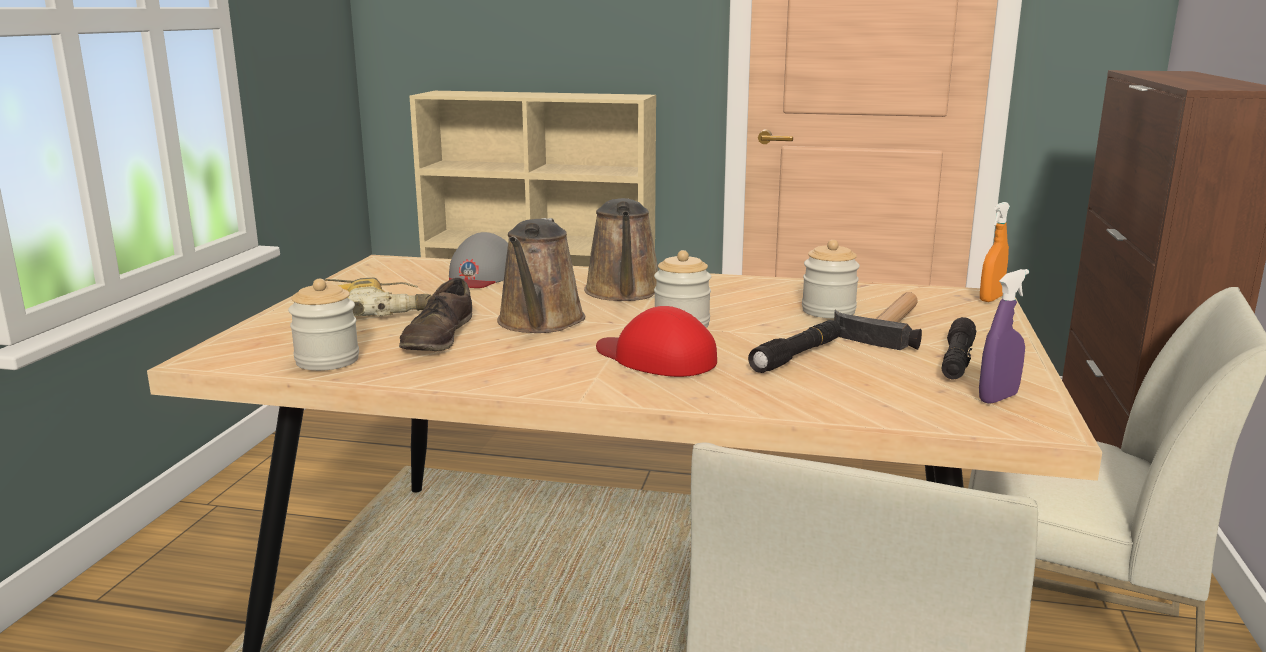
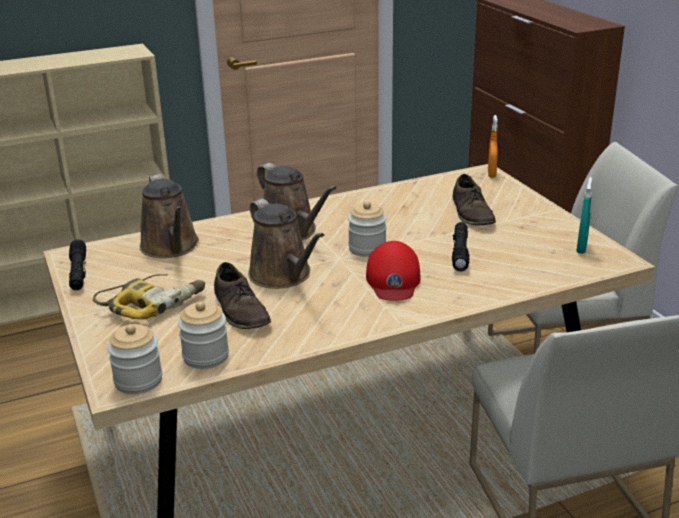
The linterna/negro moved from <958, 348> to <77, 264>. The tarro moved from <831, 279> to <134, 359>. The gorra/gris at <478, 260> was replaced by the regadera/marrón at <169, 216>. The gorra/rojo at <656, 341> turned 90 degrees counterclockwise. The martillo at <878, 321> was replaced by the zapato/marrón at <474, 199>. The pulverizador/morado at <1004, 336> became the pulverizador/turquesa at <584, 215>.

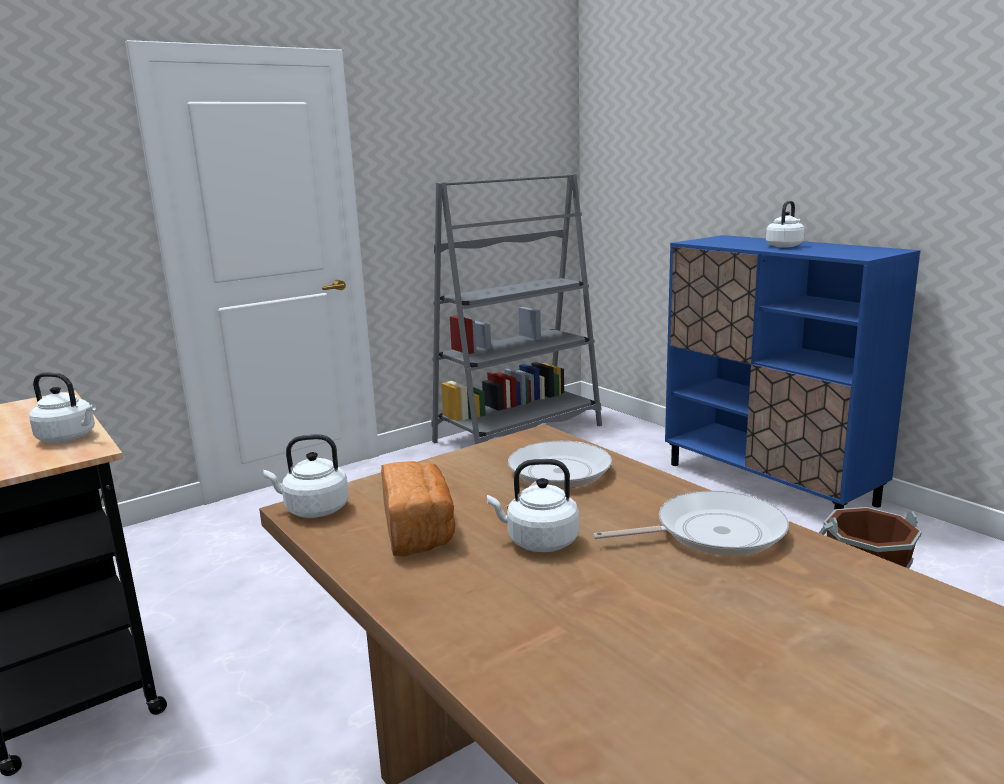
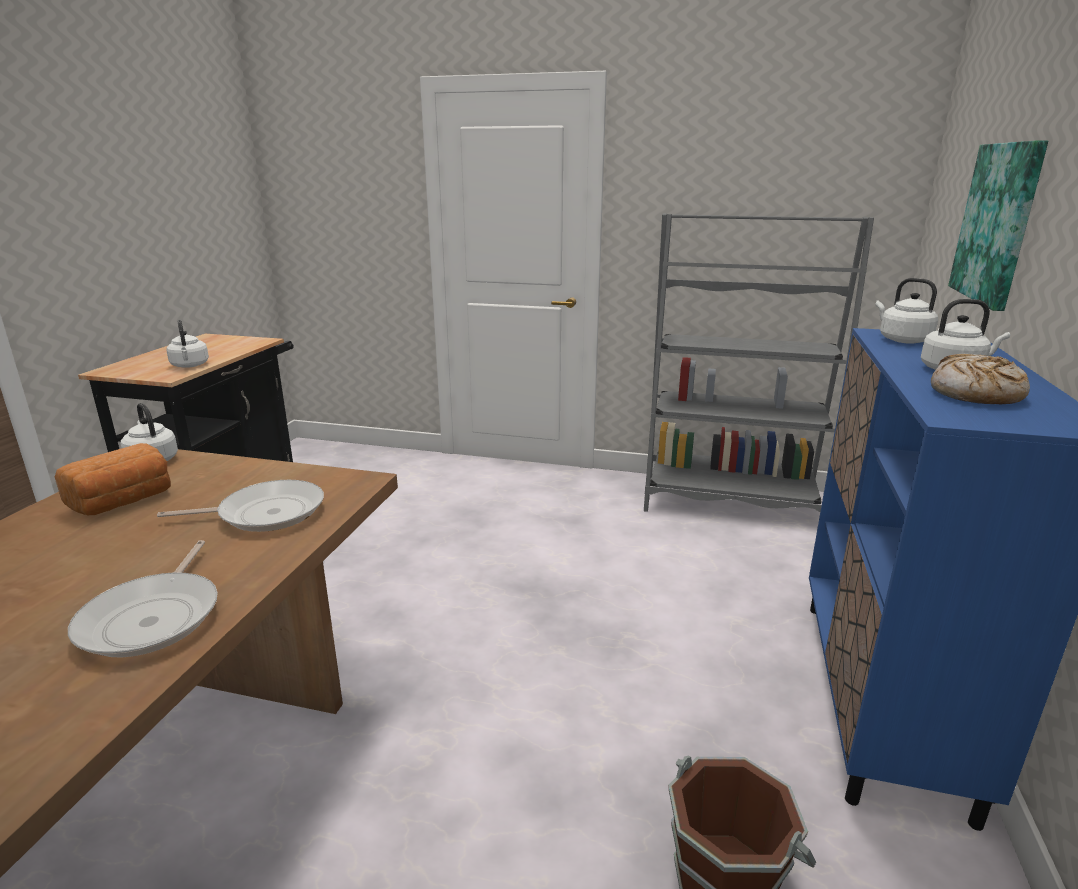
The sartén at <691, 523> turned 45 degrees clockwise. The hervidor/blanco moved from <533, 505> to <907, 311>. The pan at <980, 379> appeared. The cuadro at <998, 226> appeared.

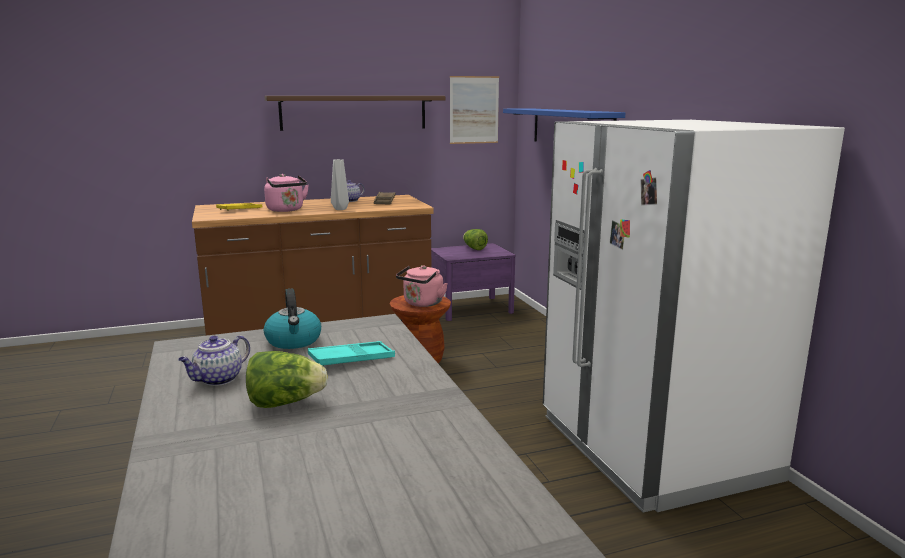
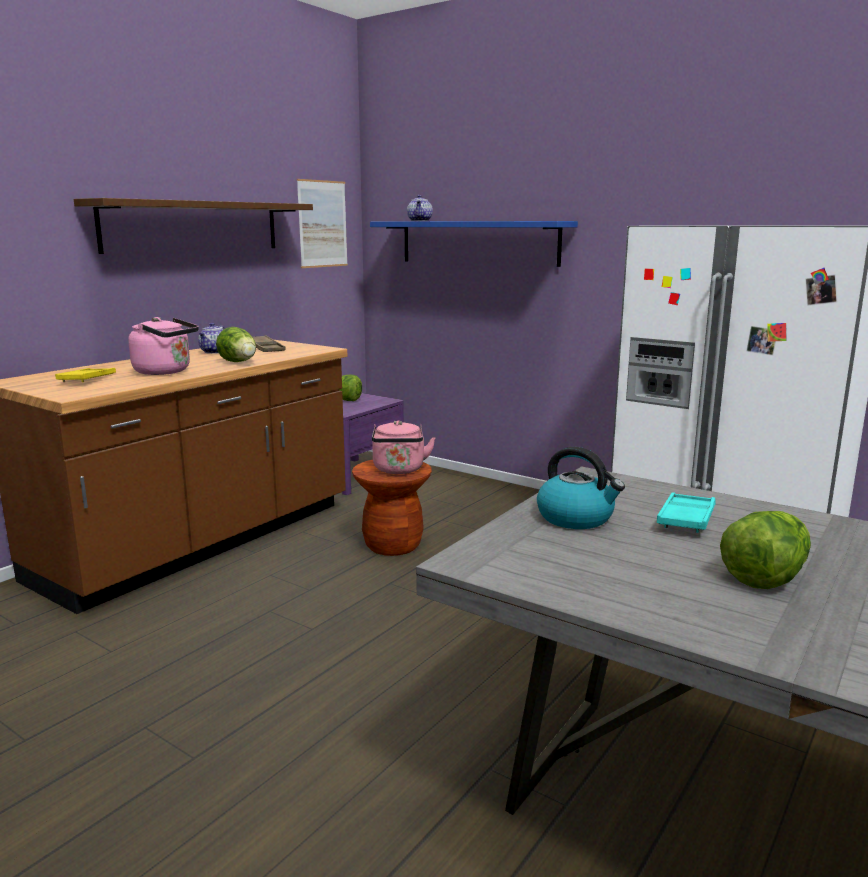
The florero/gris at <340, 184> was replaced by the lechuga at <236, 344>. The tetera moved from <214, 360> to <420, 208>.

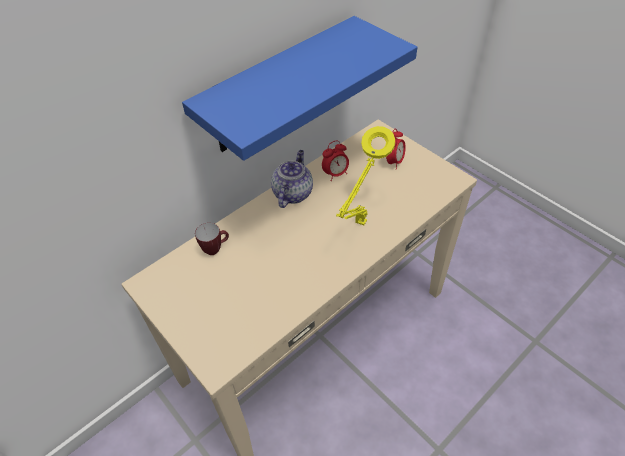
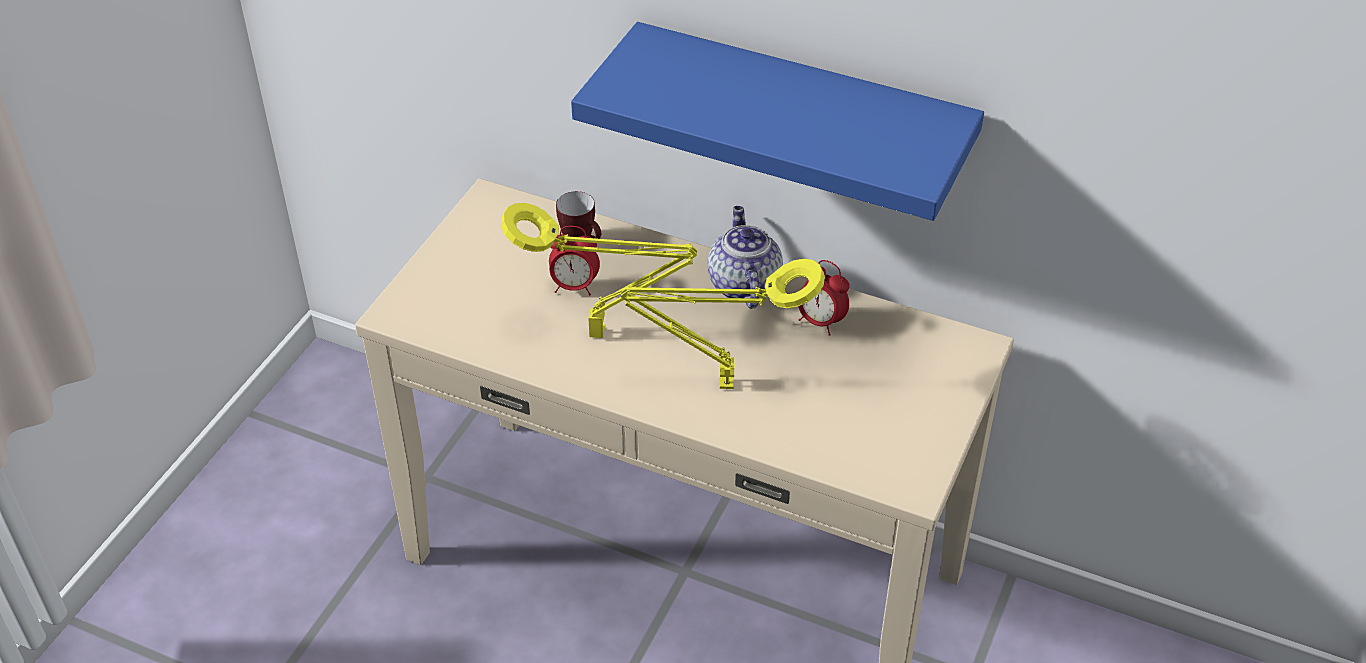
The lámpara de mesa/amarillo at <599, 270> appeared. The despertador moved from <396, 149> to <574, 260>. The tetera at <292, 179> turned 90 degrees counterclockwise.

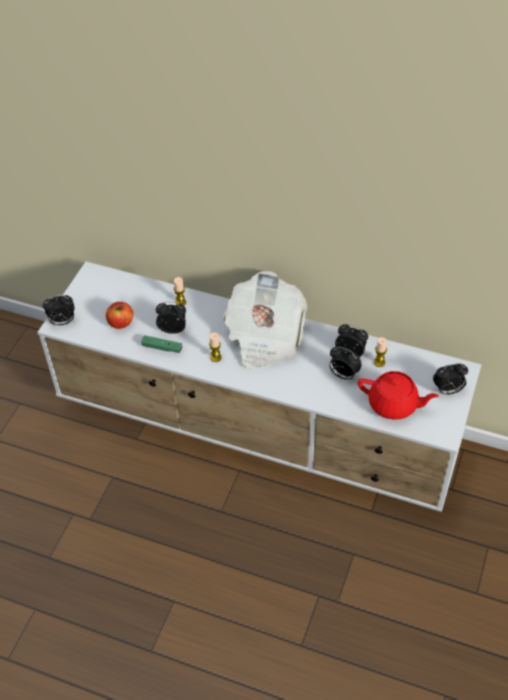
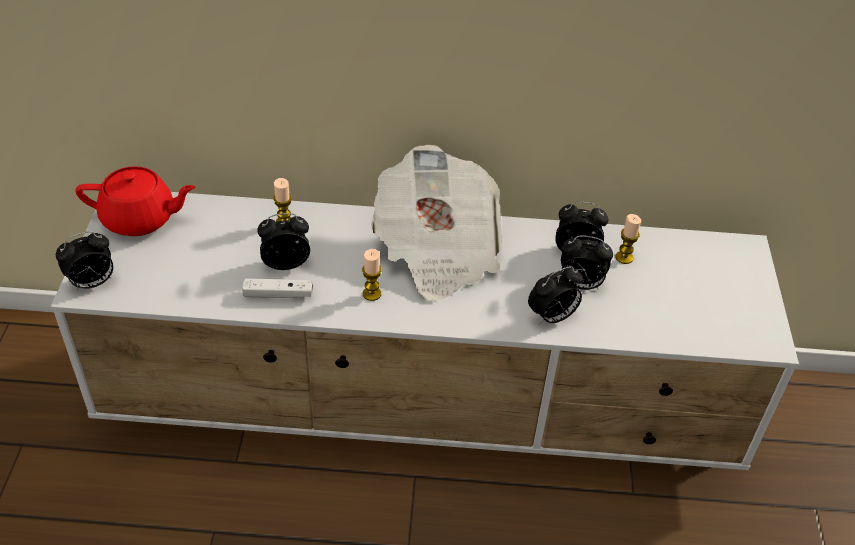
The tetera/rojo moved from <398, 395> to <136, 201>. The mando de consola/verde at <162, 344> became the mando de consola/blanco at <277, 288>. The despertador moved from <450, 379> to <555, 295>. The manzana at <119, 315> disappeared.

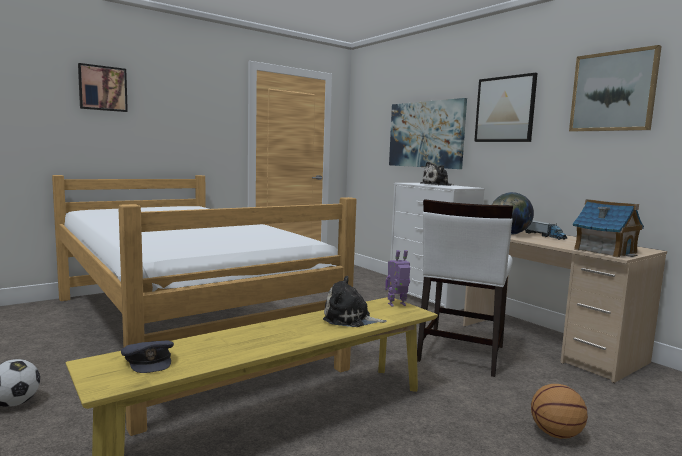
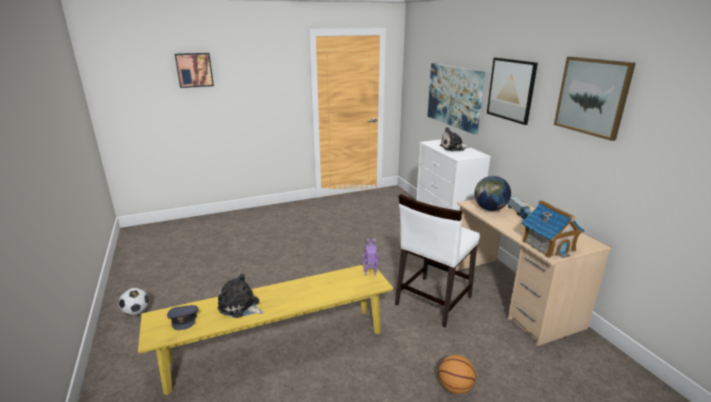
The peluche moved from <355, 301> to <241, 295>. The cama at <204, 305> disappeared.

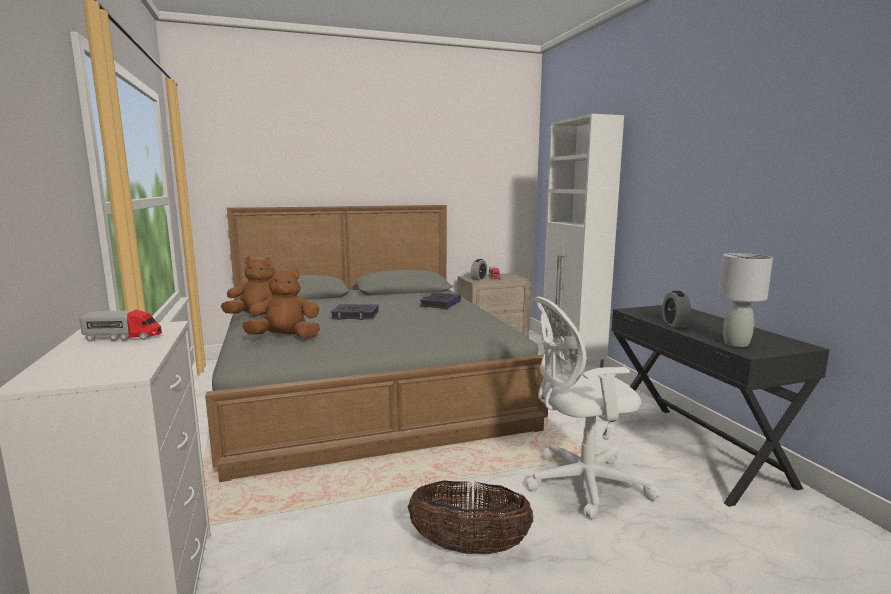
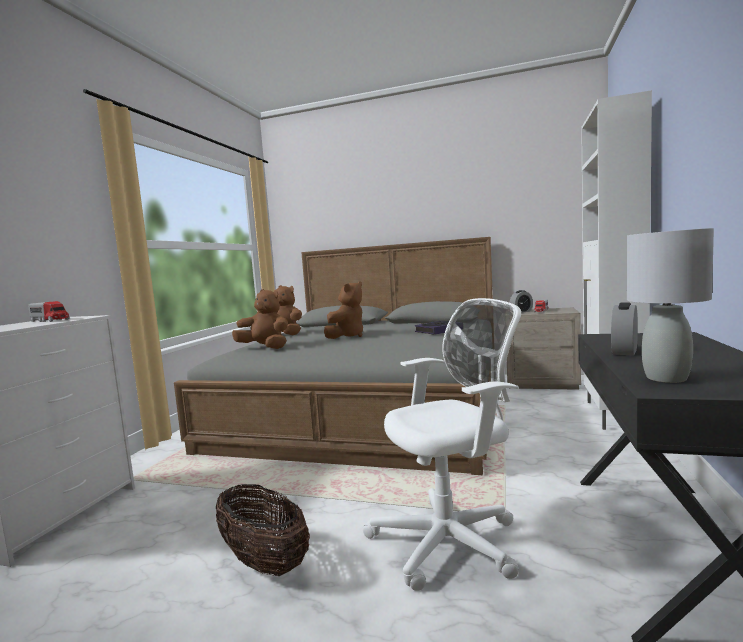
The libro at <355, 312> was replaced by the peluche/marrón at <343, 310>. The silla de oficina/blanco at <593, 407> turned 135 degrees clockwise.

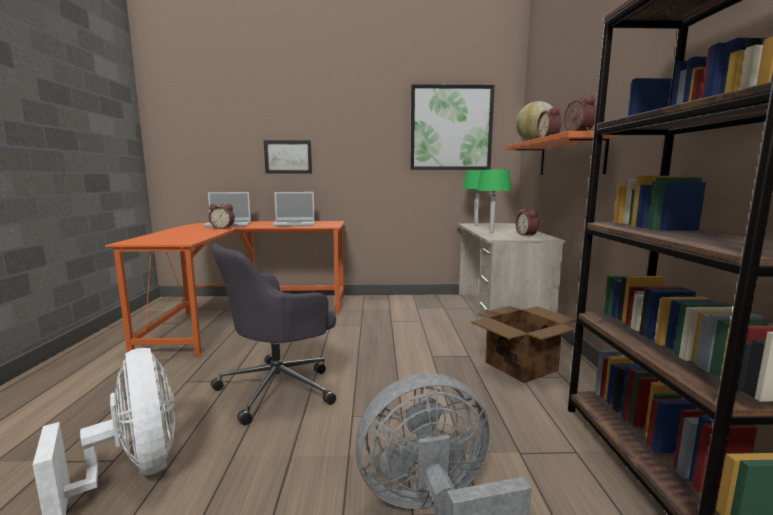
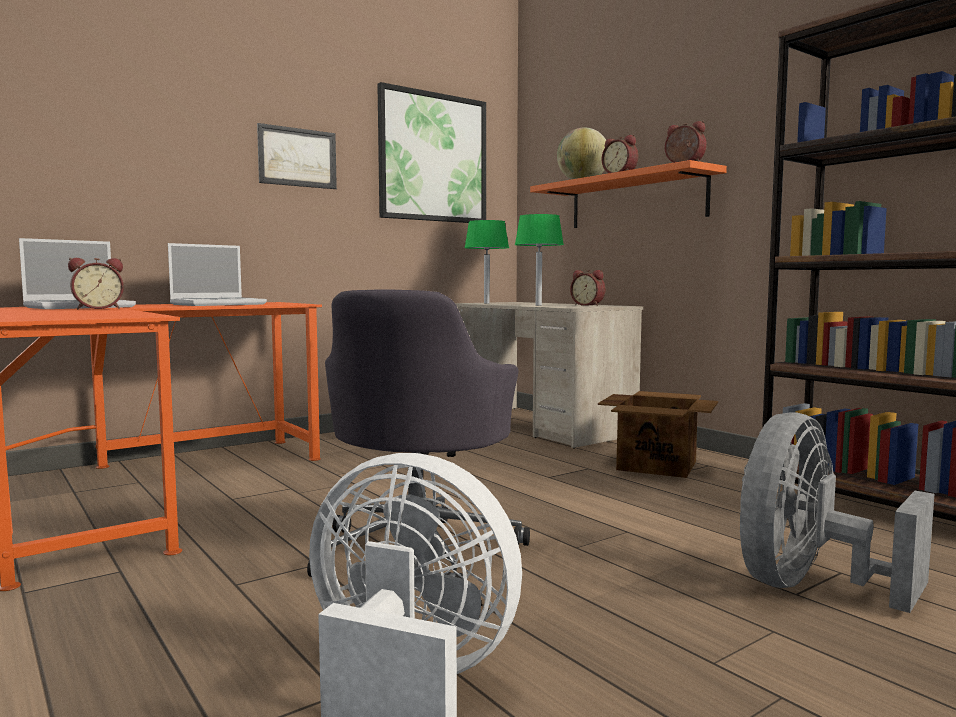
The cuadro moved from <288, 157> to <297, 156>.

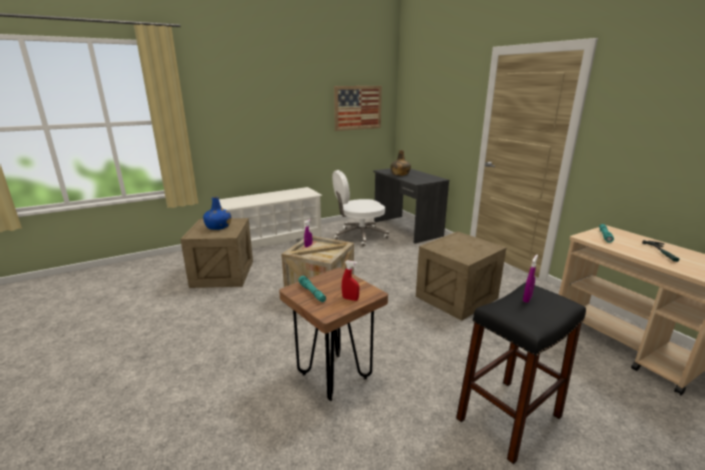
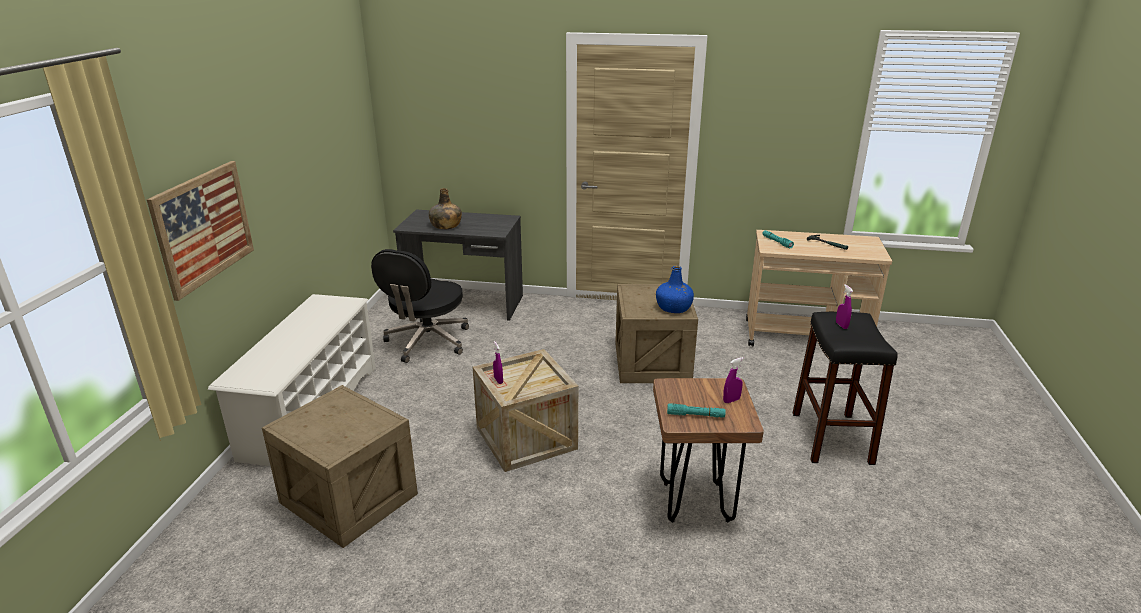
The cuadro moved from <358, 108> to <200, 231>. The silla de oficina/blanco at <360, 208> became the silla de oficina/negro at <420, 306>. The botella/azul moved from <217, 213> to <675, 289>. The pulverizador/rojo at <350, 280> became the pulverizador/morado at <733, 380>.

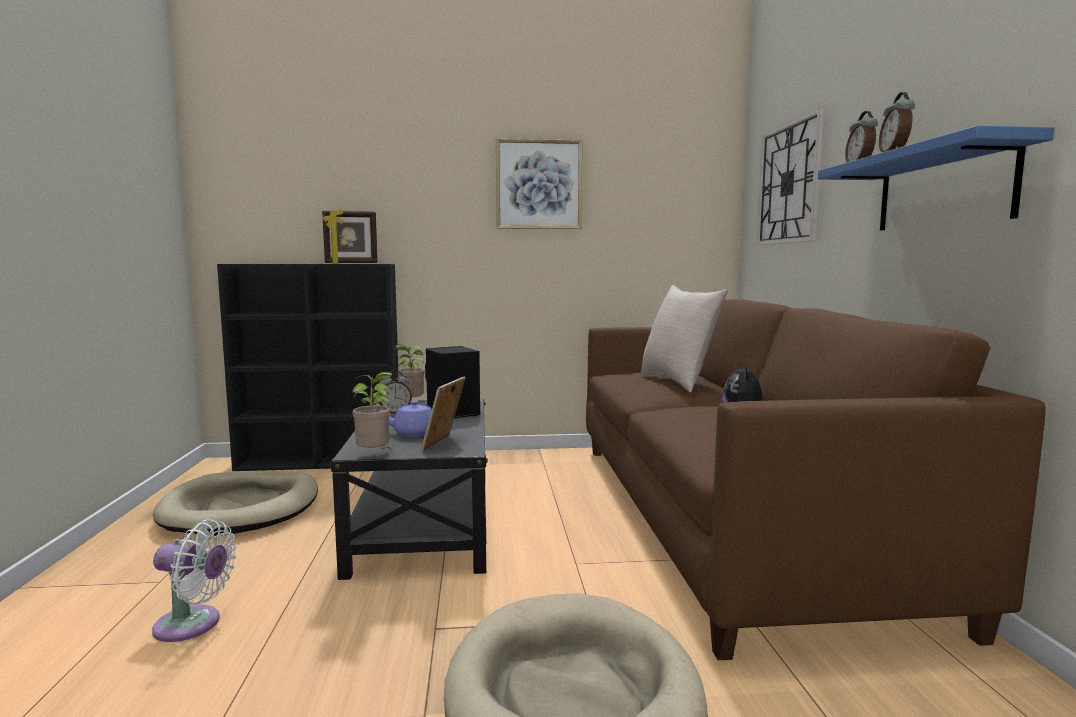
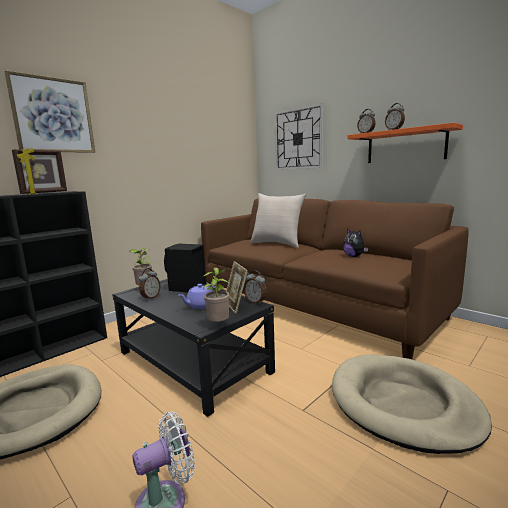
The cuadro moved from <539, 184> to <49, 111>. The despertador at <255, 287> appeared. The estante/azul at <936, 178> became the estante/naranja at <405, 143>.

